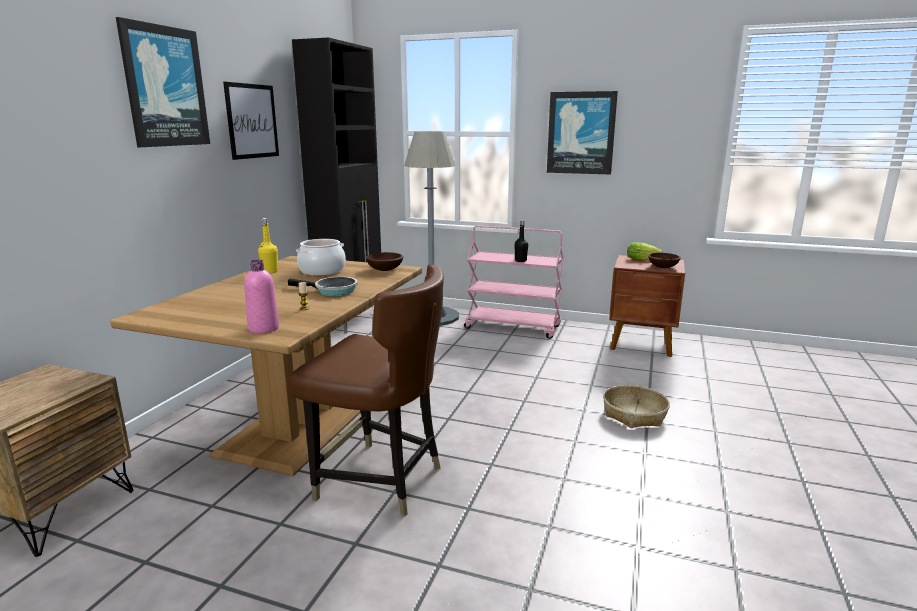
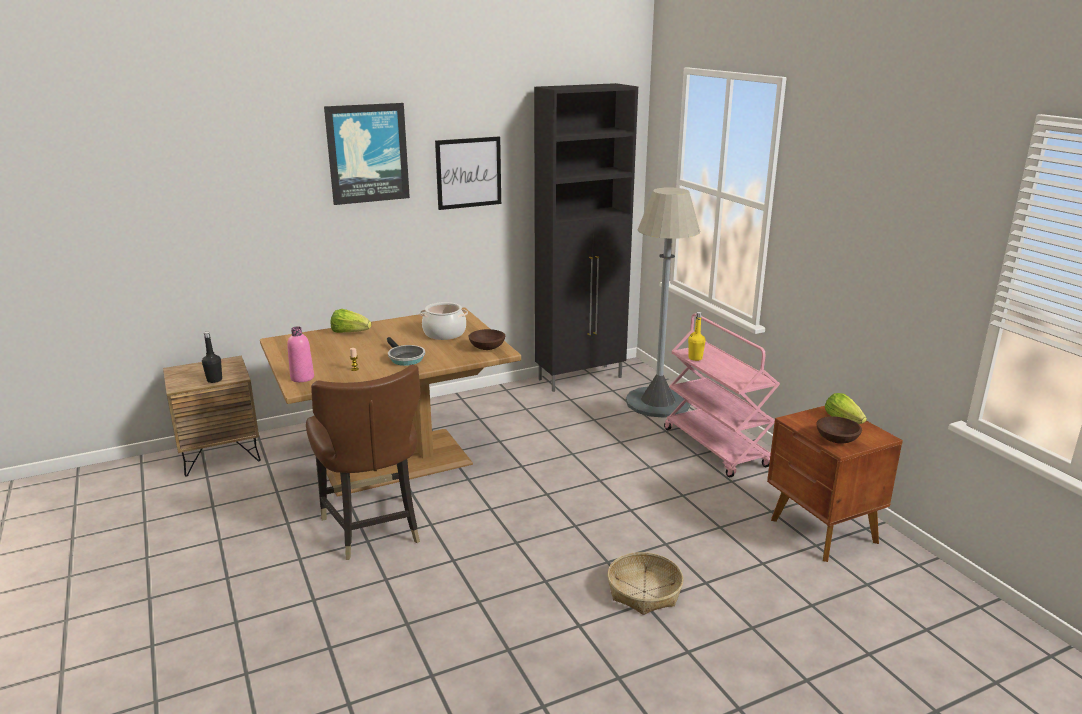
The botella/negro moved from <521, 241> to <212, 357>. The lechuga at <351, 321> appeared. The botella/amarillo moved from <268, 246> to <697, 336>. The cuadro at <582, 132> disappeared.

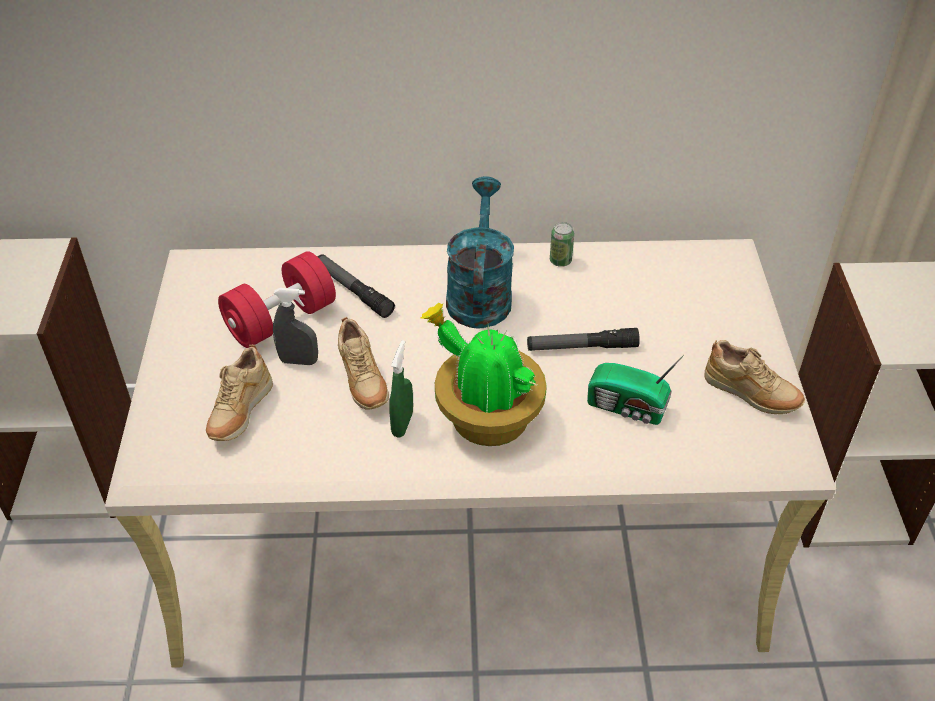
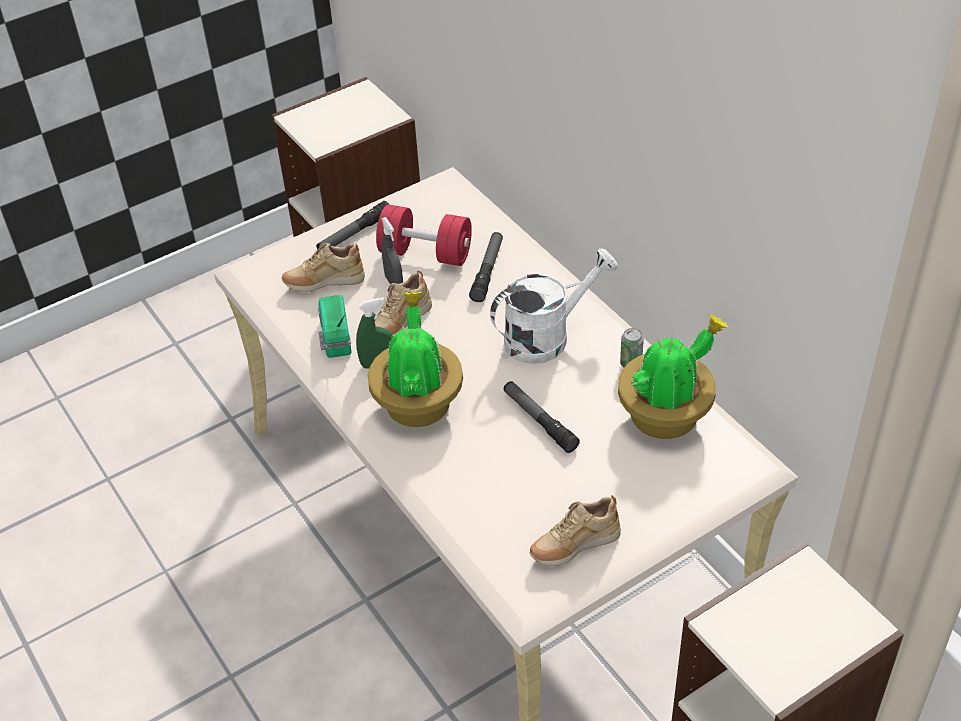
The linterna at <353, 225> appeared. The radio moved from <635, 390> to <335, 326>. The regadera/turquesa at <480, 252> became the regadera/blanco at <554, 306>. The zapato/beis at <754, 377> turned 60 degrees clockwise. The planta en maceta at <673, 376> appeared.

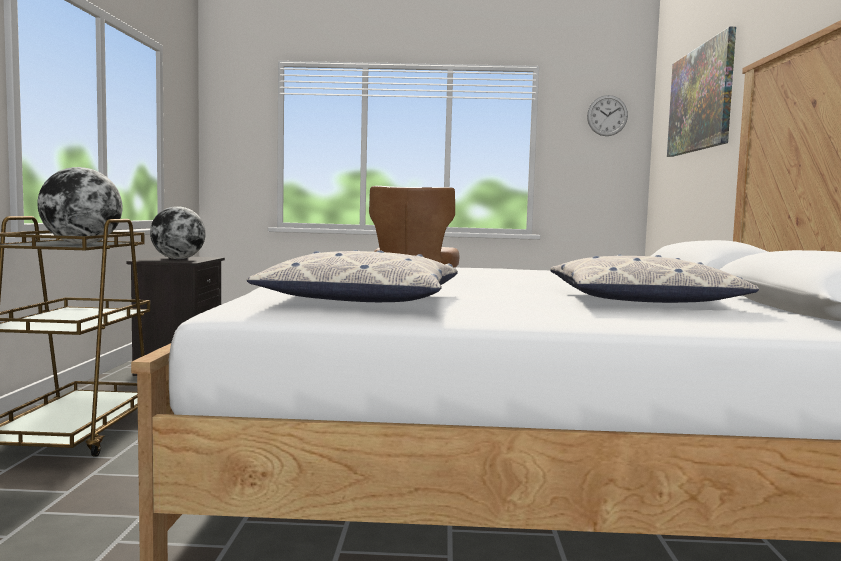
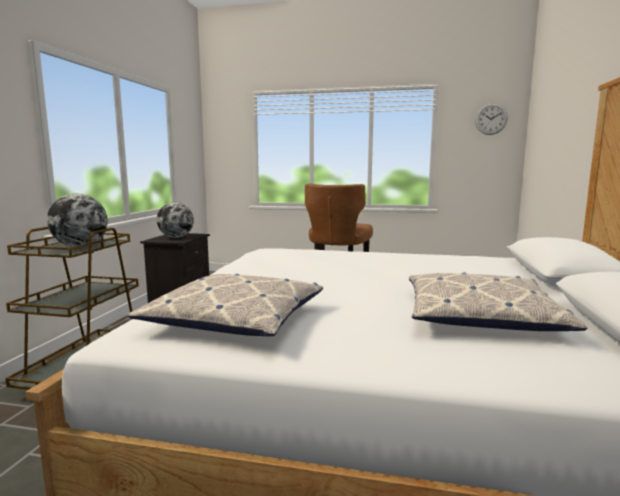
The cuadro at <701, 92> disappeared.

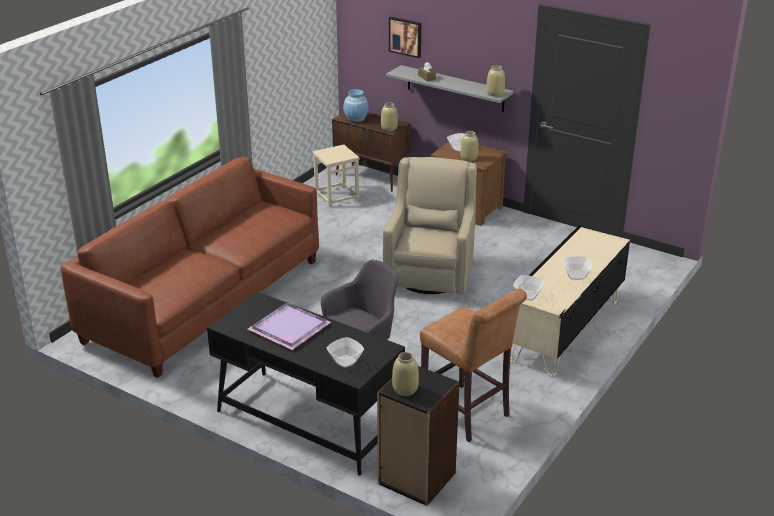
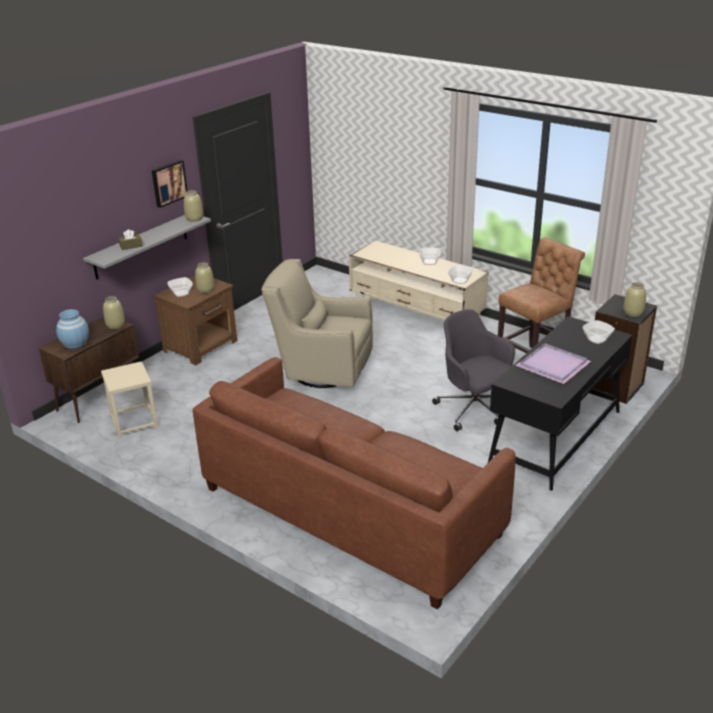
The cuadro moved from <405, 37> to <169, 184>.

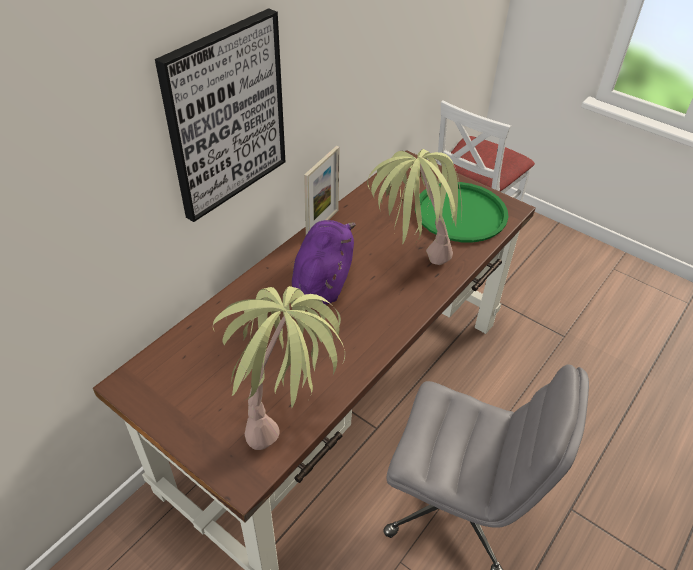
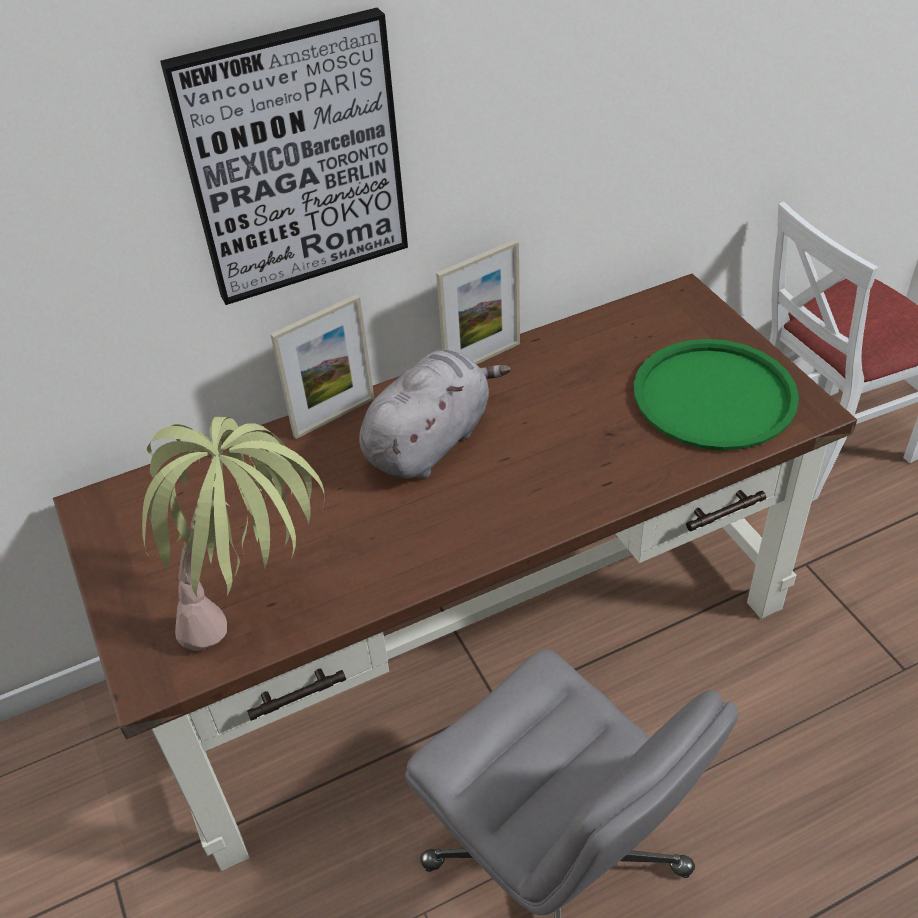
The portarretratos at <322, 366> appeared. The peluche/morado at <324, 262> became the peluche/gris at <435, 414>. The planta en maceta at <414, 207> disappeared.

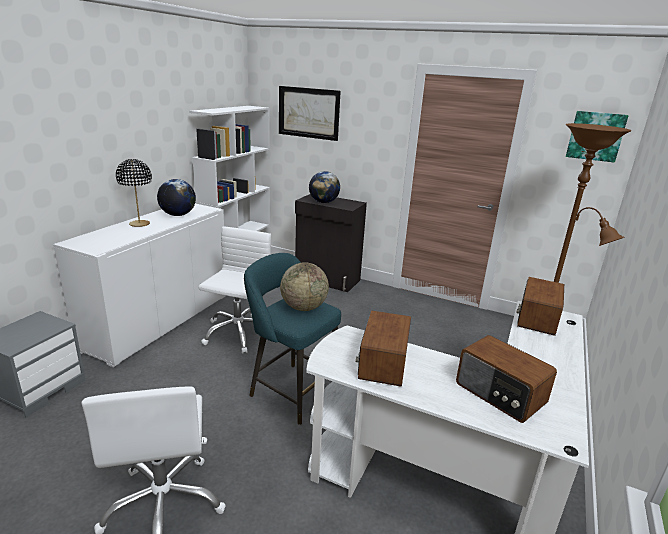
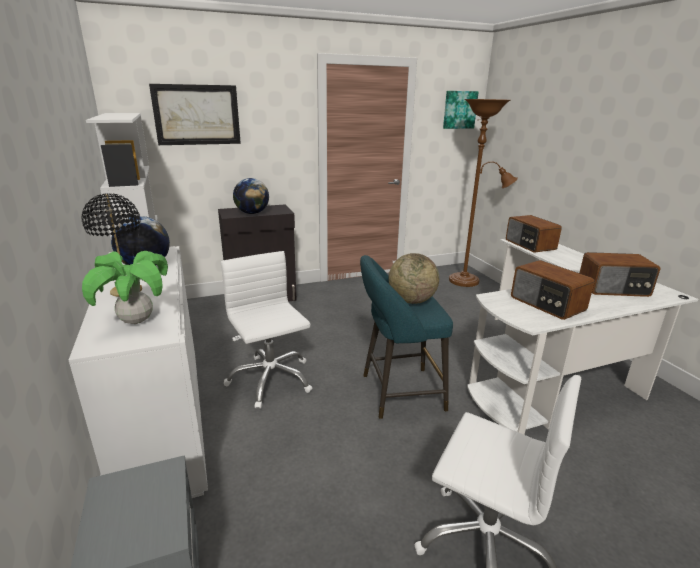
The planta en maceta at <125, 287> appeared.

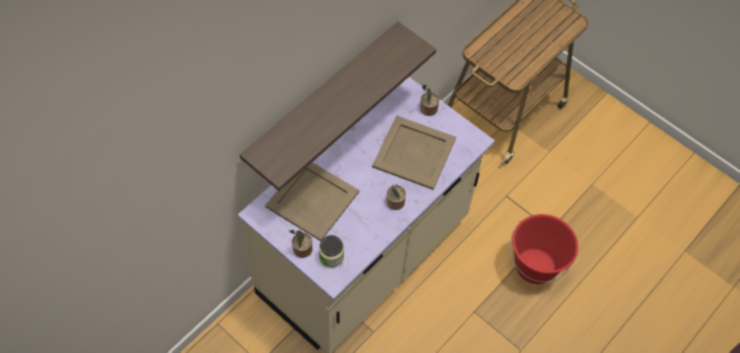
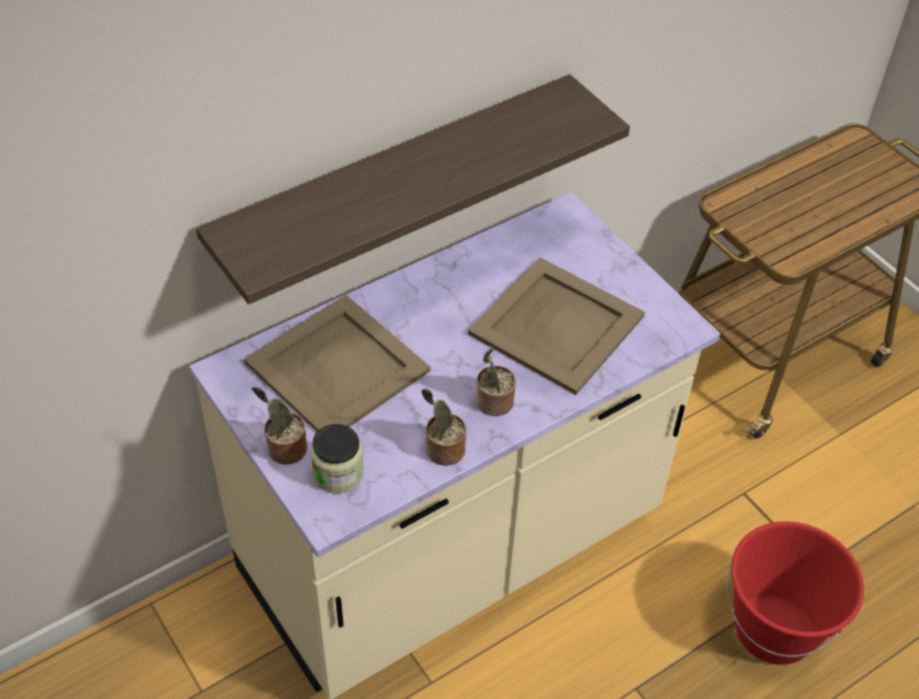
The planta en maceta moved from <429, 100> to <443, 427>.

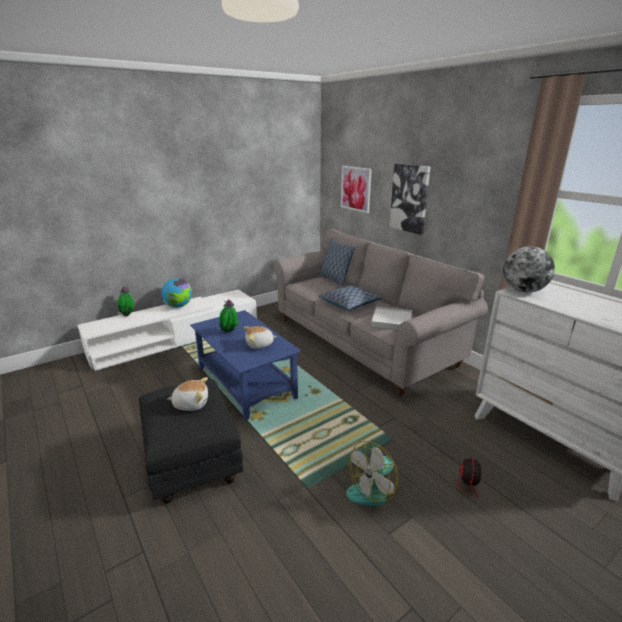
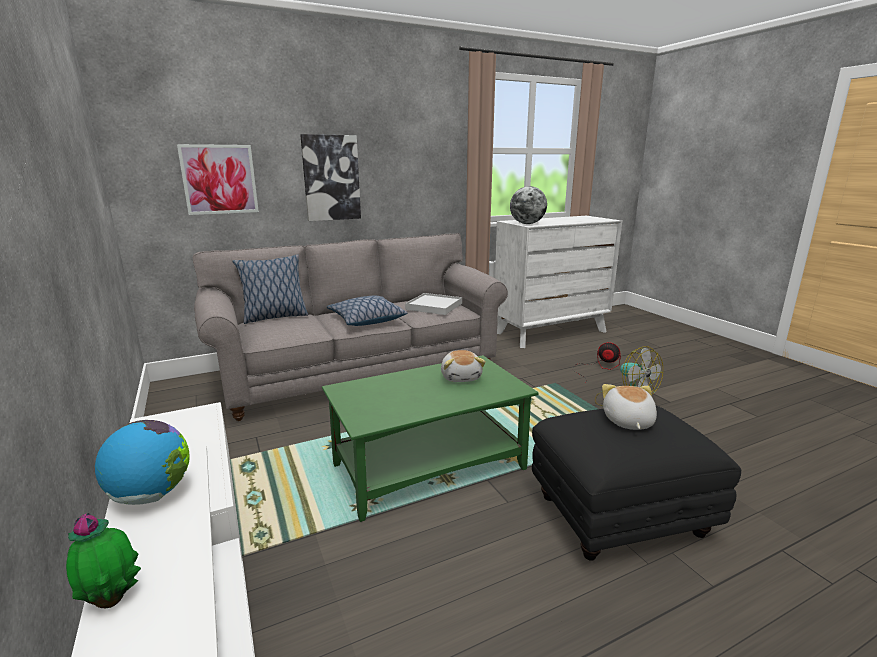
The mesa de centro/azul at <245, 365> became the mesa de centro/verde at <430, 438>. The planta en maceta at <229, 316> disappeared.

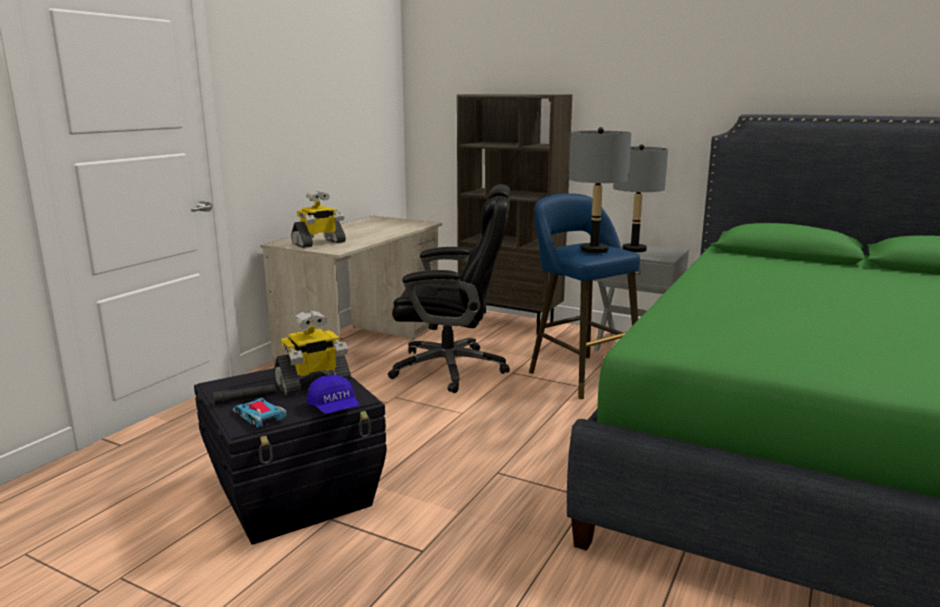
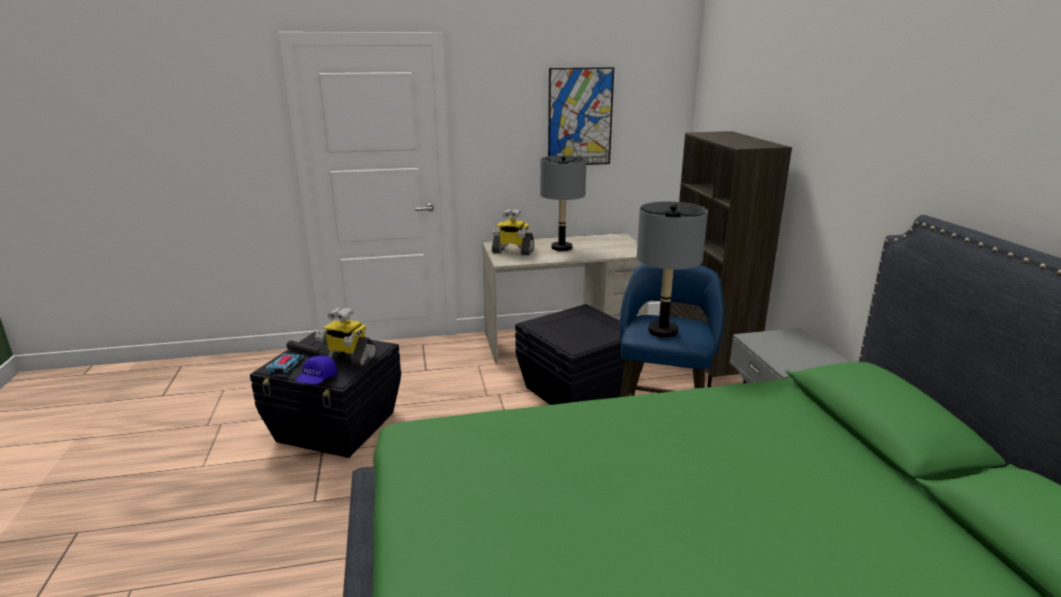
The silla de oficina/negro at <449, 288> was replaced by the caja de almacenaje/negro at <579, 354>. The lámpara de mesa/gris moved from <640, 198> to <563, 203>. The cuadro at <581, 116> appeared.

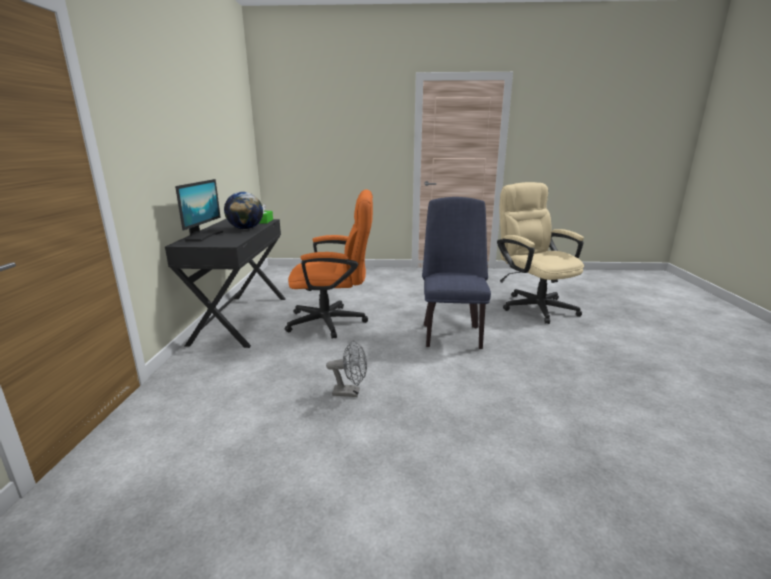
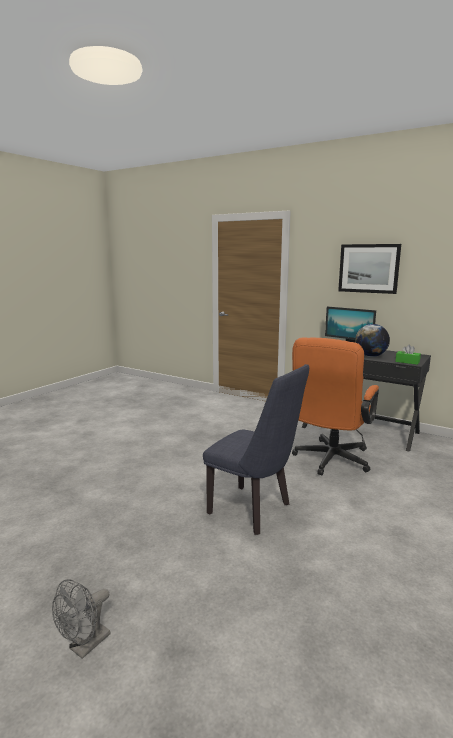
The ventilador/gris moved from <346, 368> to <81, 619>. The cuadro at <369, 269> appeared. The silla de oficina/beis at <540, 253> disappeared.

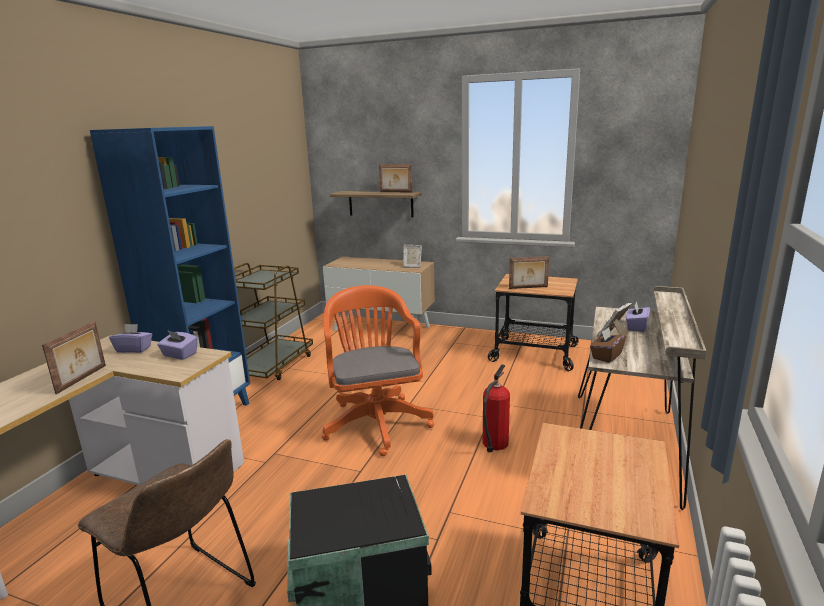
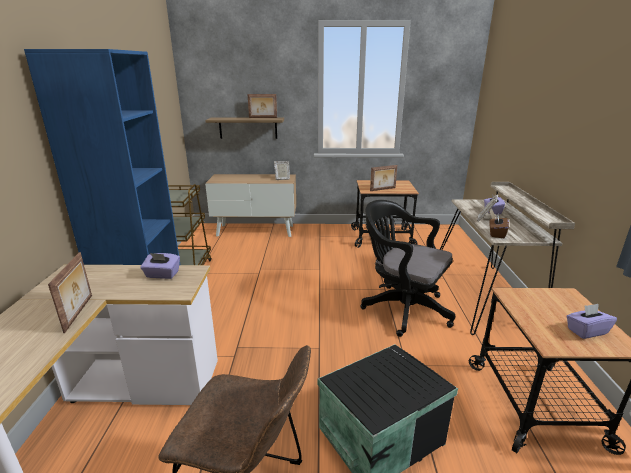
The extintor at <496, 408> was replaced by the silla de oficina/negro at <407, 268>. The caja de pañuelos/morado moved from <130, 338> to <592, 321>. The silla de oficina/naranja at <378, 370> disappeared.

